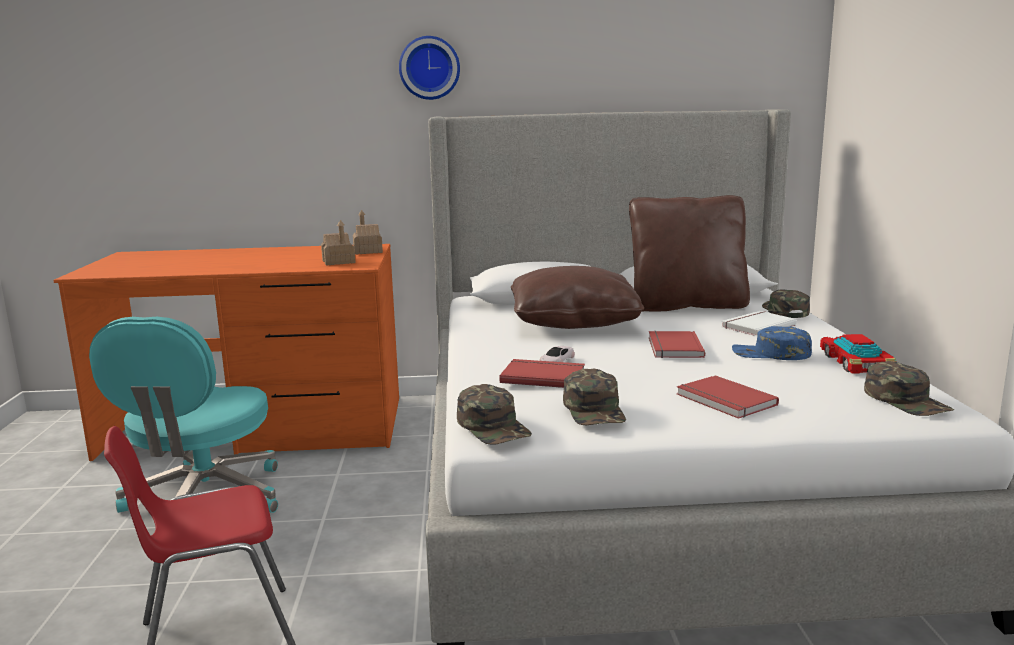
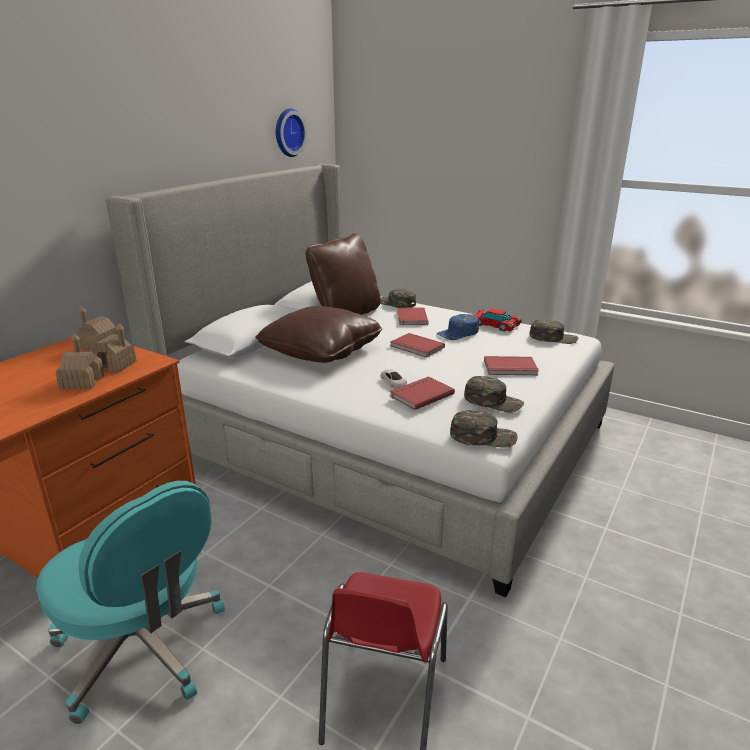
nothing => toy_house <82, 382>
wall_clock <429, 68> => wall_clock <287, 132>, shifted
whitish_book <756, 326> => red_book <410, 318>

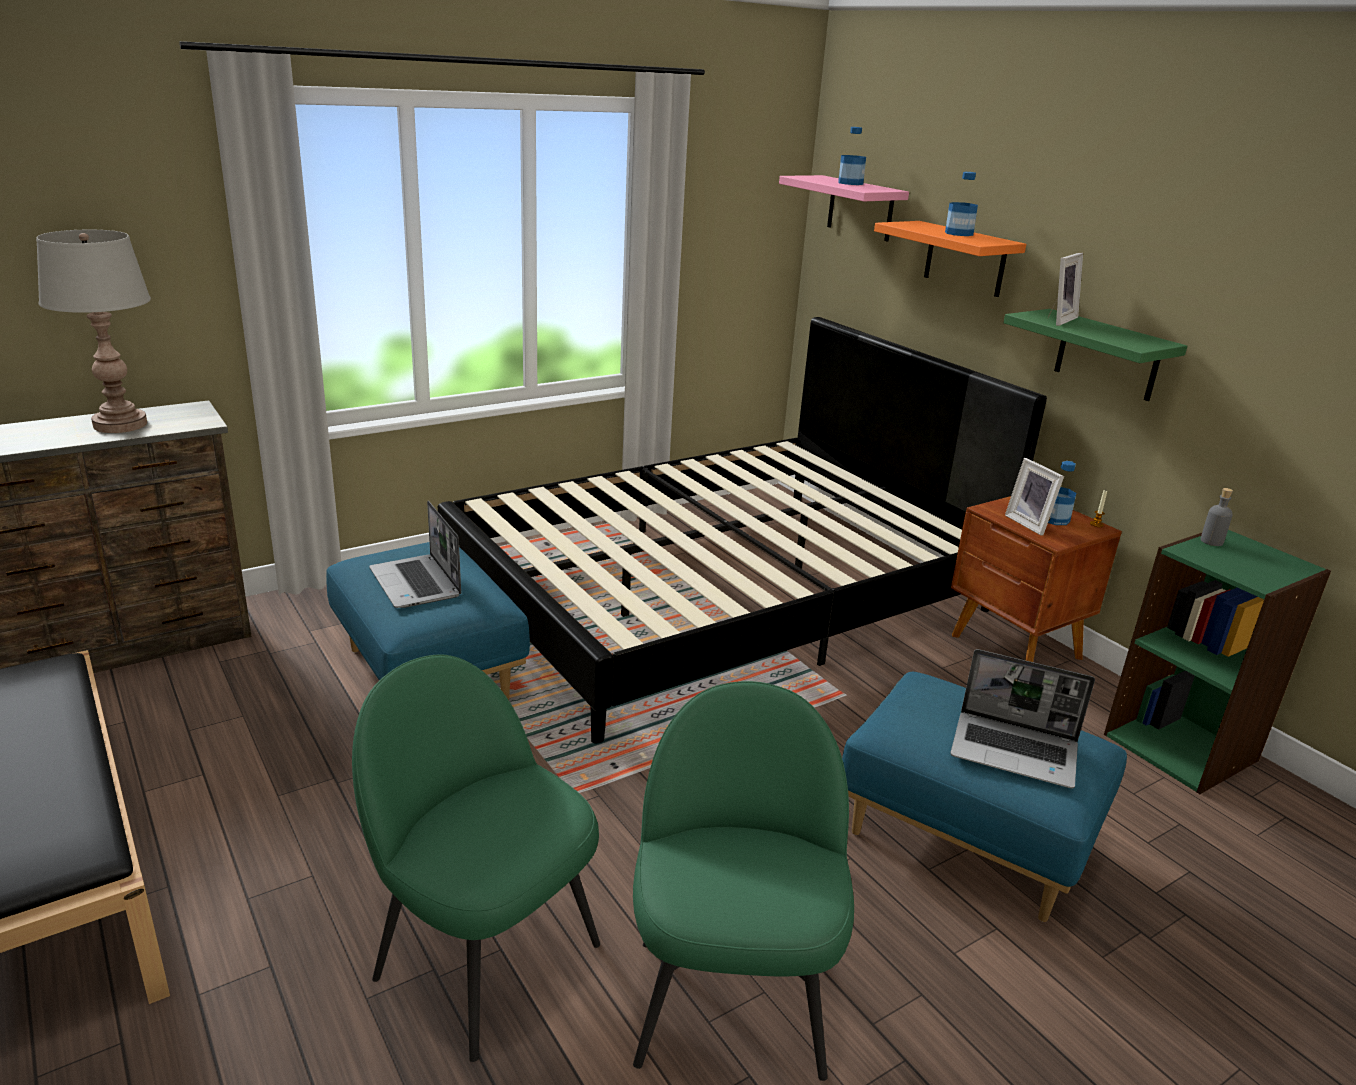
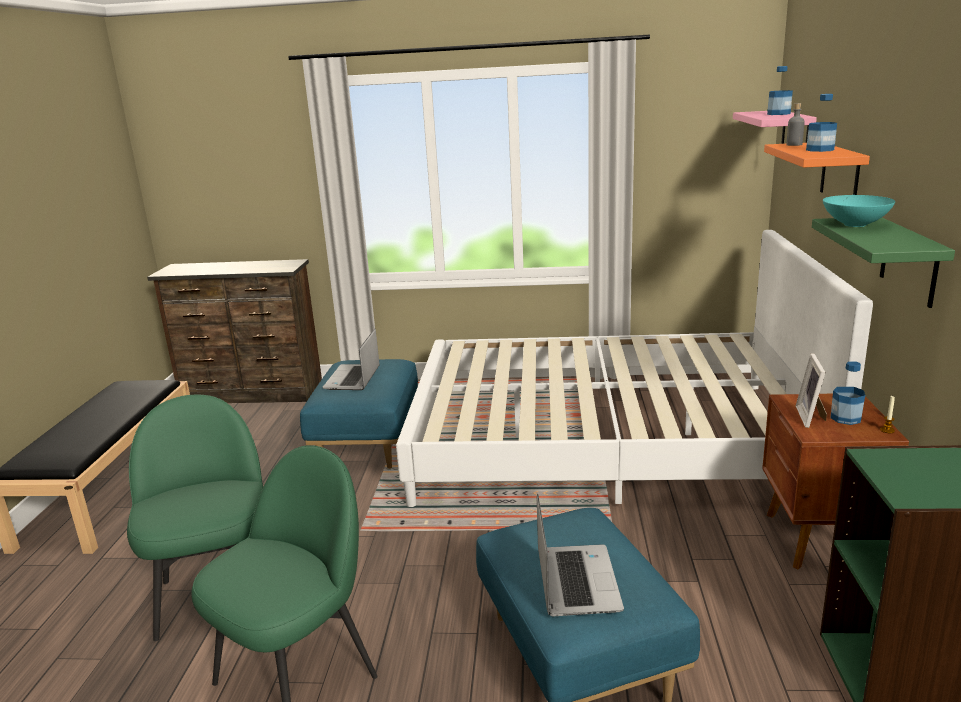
grey_lamp_for_a_table <120, 425> => nothing
grey_bottle <1211, 541> => grey_bottle <794, 145>, shifted
photo_frame <1057, 320> => turquoise-coloured_bowl <855, 224>
black_bed <722, 595> => whitish_bed <606, 440>
laptop <1015, 751> => laptop <575, 581>, 150 degrees counterclockwise

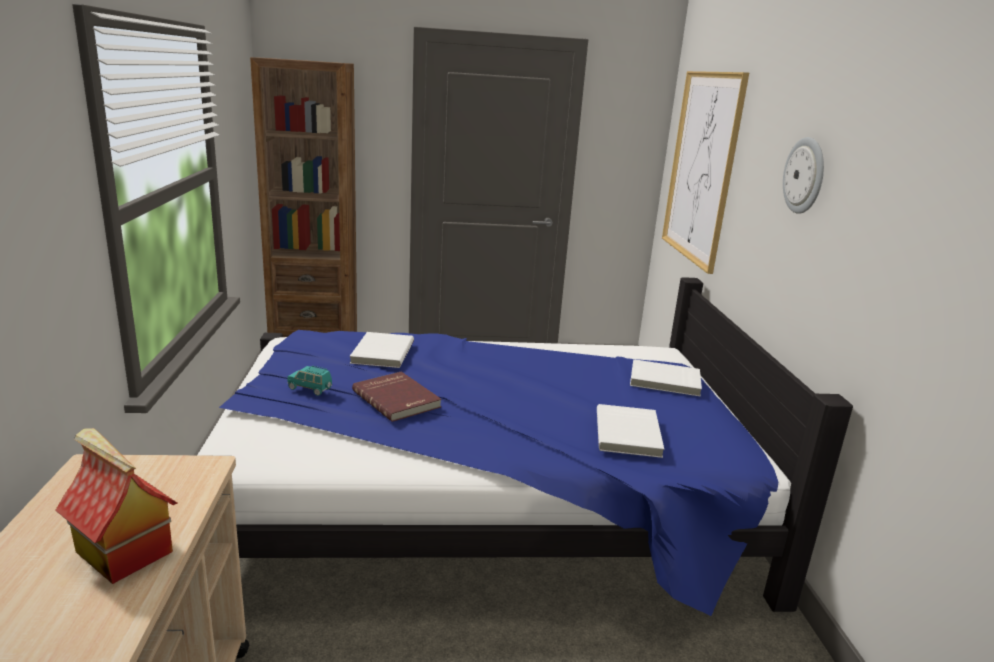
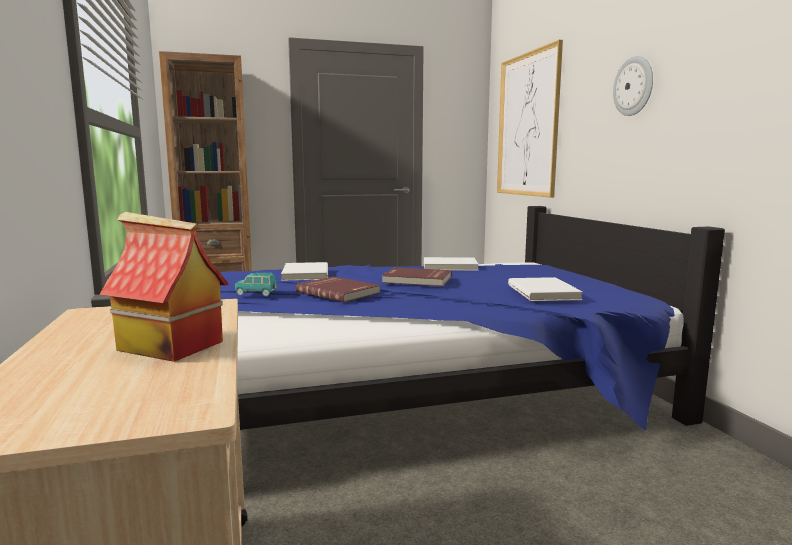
nothing => red_book <417, 280>
whitish_book <664, 381> => whitish_book <450, 266>, shifted

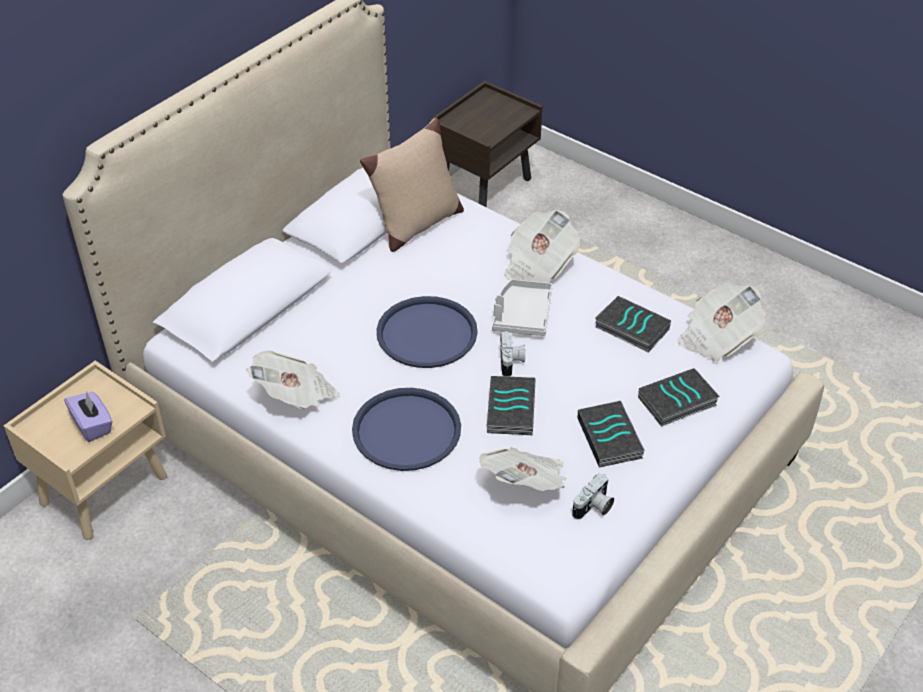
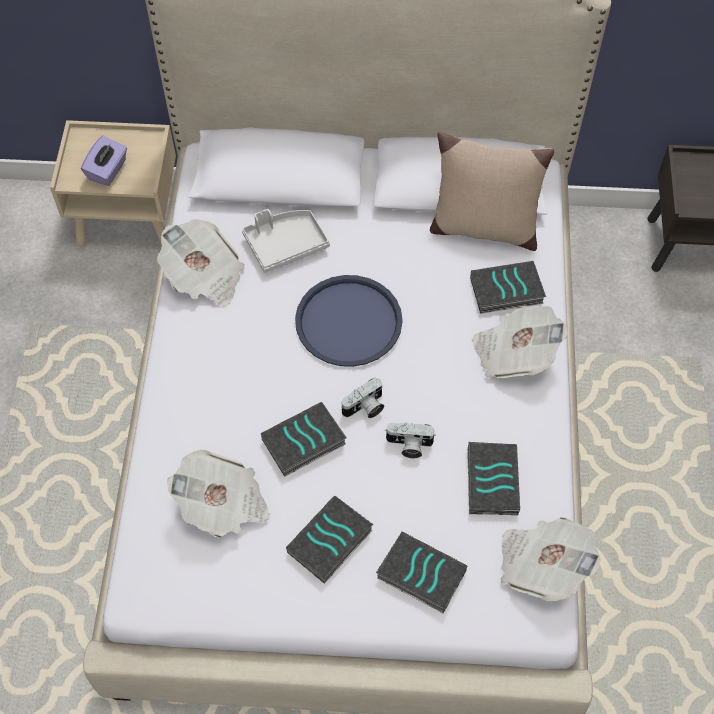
blue-coloured_tray <406, 430> => nothing
nothing => book <505, 292>
grey_tray <522, 315> => grey_tray <285, 244>, shifted
still_camera <594, 508> => still_camera <409, 445>, shifted

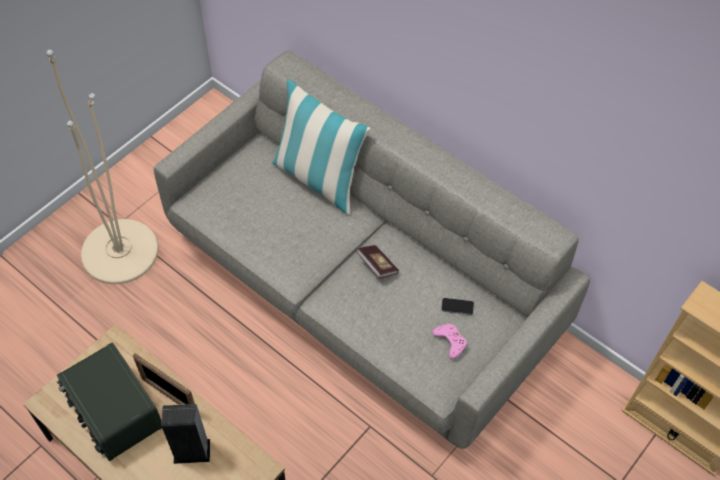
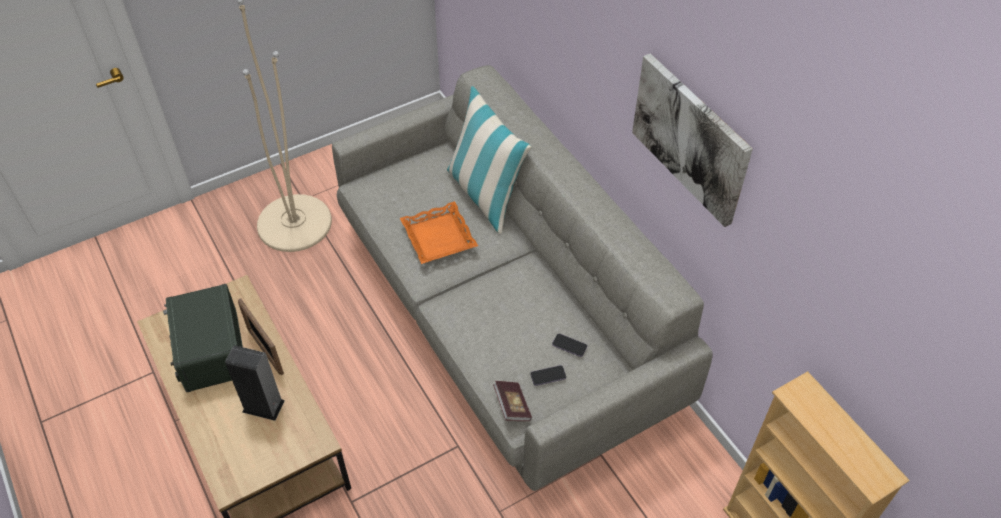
nothing => orange-coloured_tray <438, 237>
nothing => wall_art <690, 138>
book <377, 266> => book <512, 406>, shifted
pink_joypad <450, 341> => phone <548, 376>

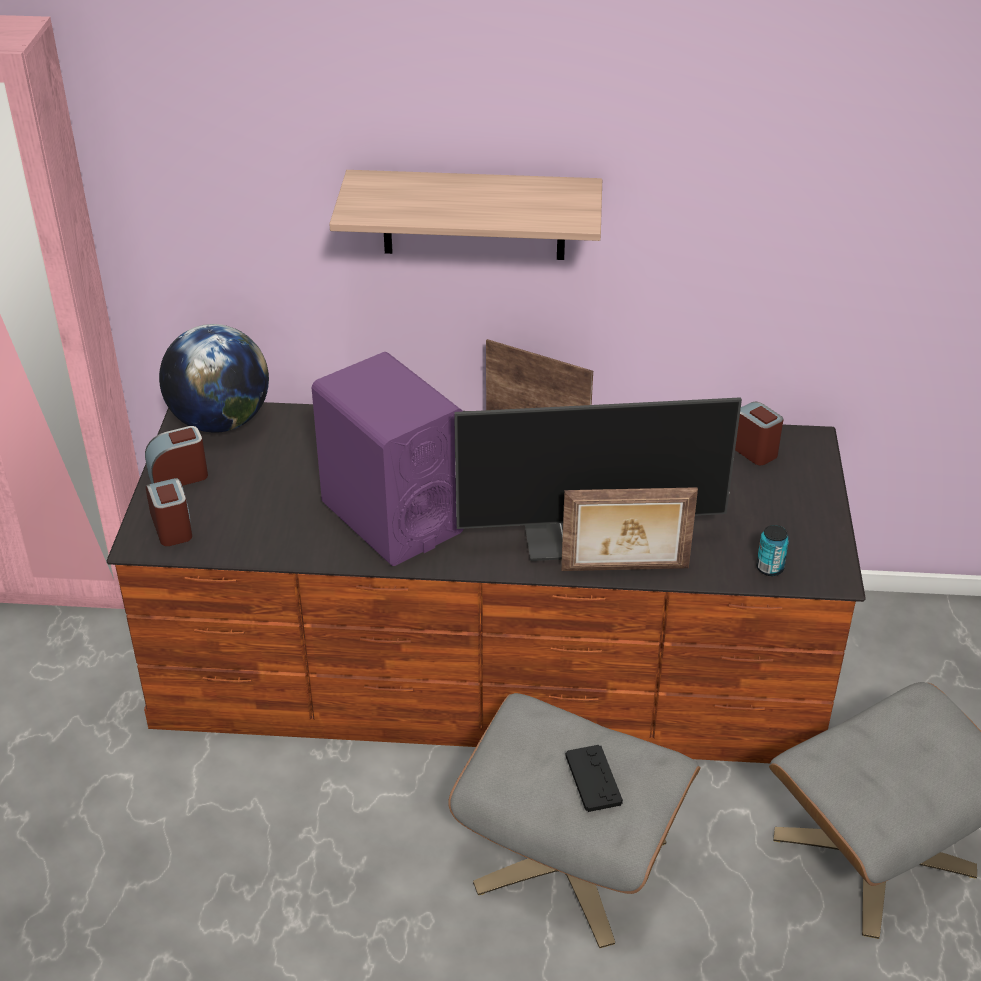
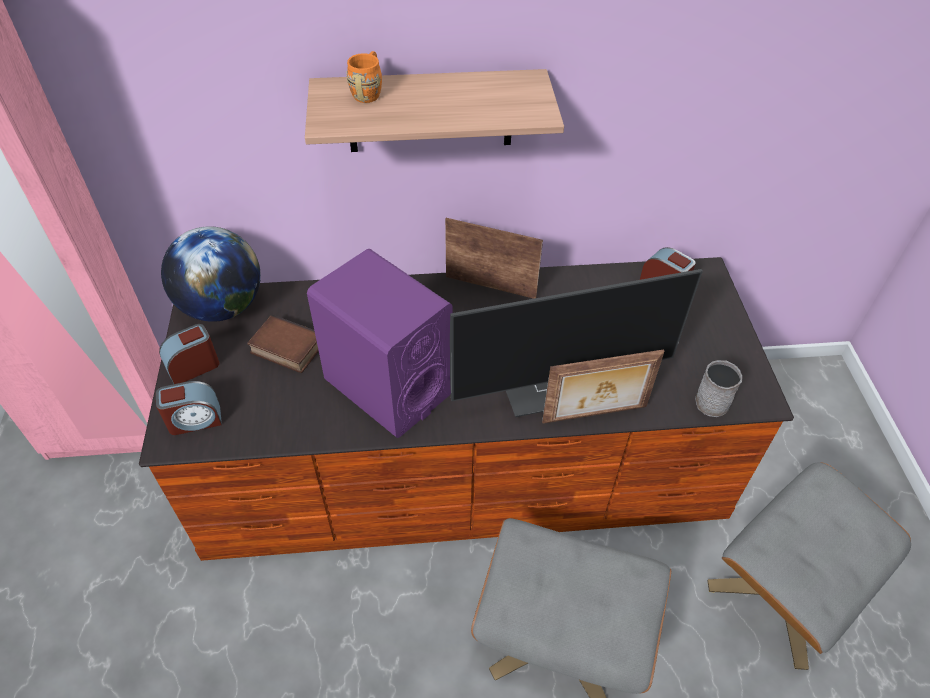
black_joypad <593, 779> => nothing
nothing => book <285, 349>
nothing => orange-coloured_mug <369, 91>
metal_can <769, 568> => grey_mug <711, 398>
alarm_clock <172, 526> => alarm_clock <194, 420>, 105 degrees clockwise

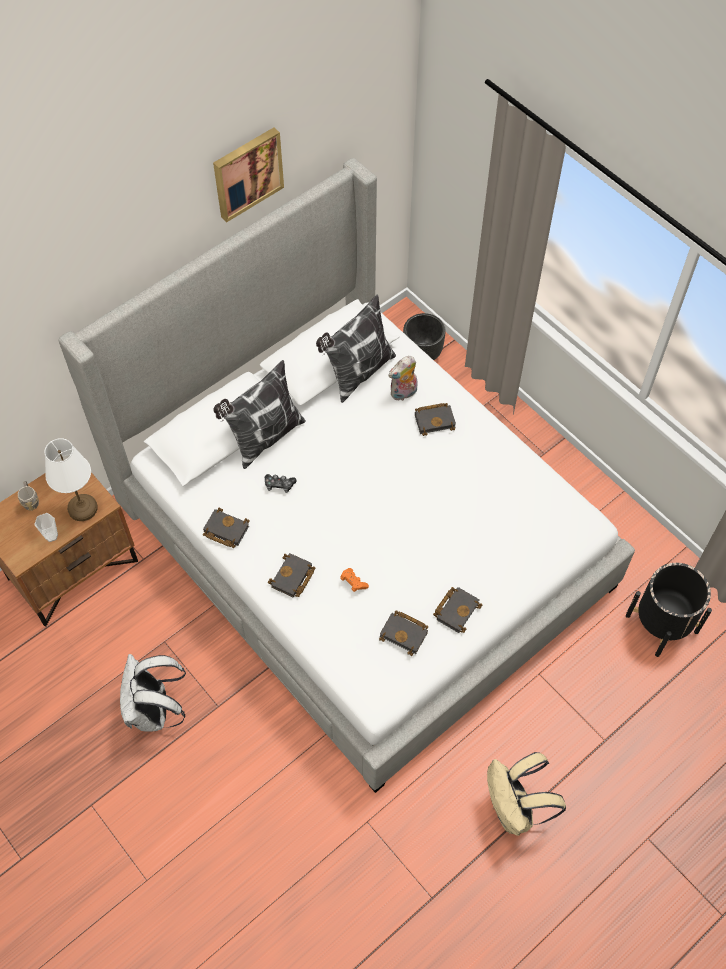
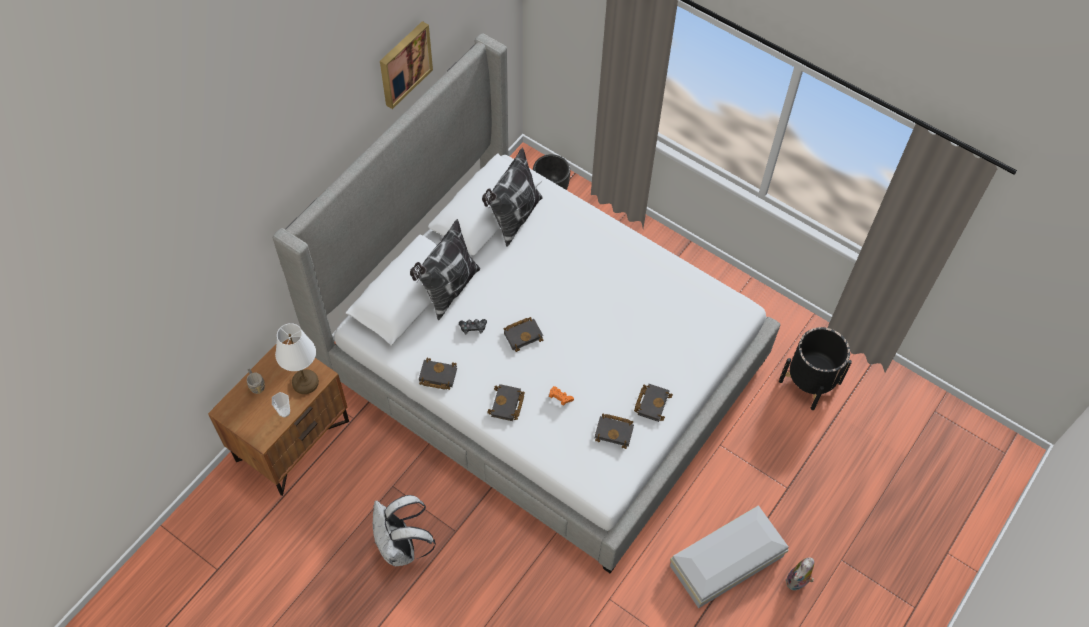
cuddly_toy <403, 393> => cuddly_toy <797, 582>, shifted
black_book <435, 420> => black_book <523, 334>, shifted
sand-coloured_rucksack <514, 810> => whitish_storage_bin <728, 561>

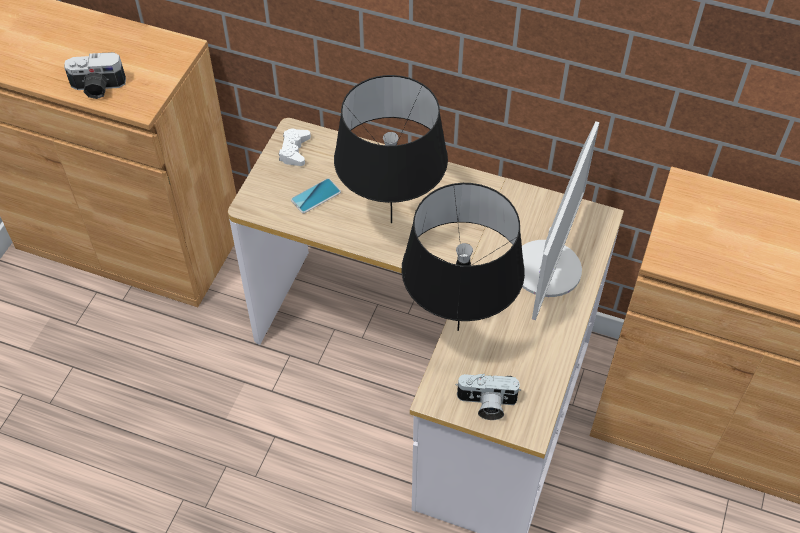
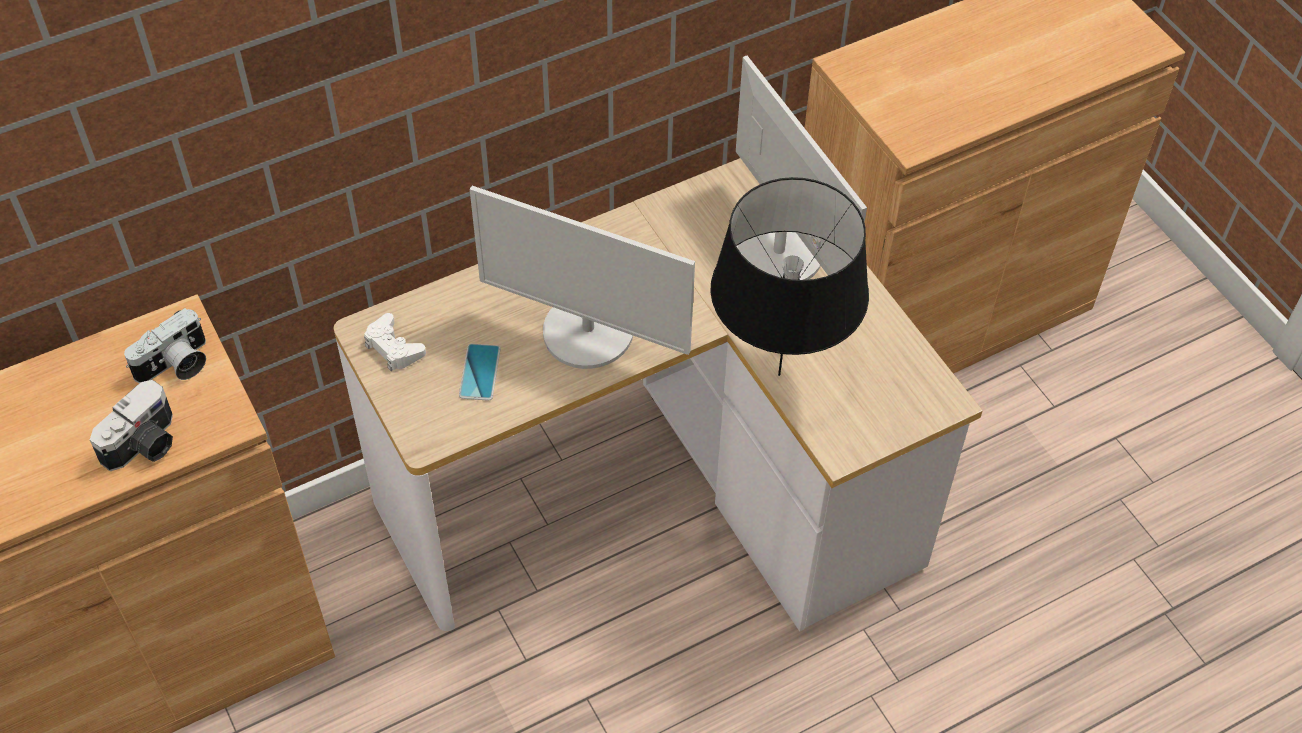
still_camera <486, 404> => still_camera <176, 365>, shifted
black_lamp_for_a_table <392, 222> => computer_screen <588, 332>

